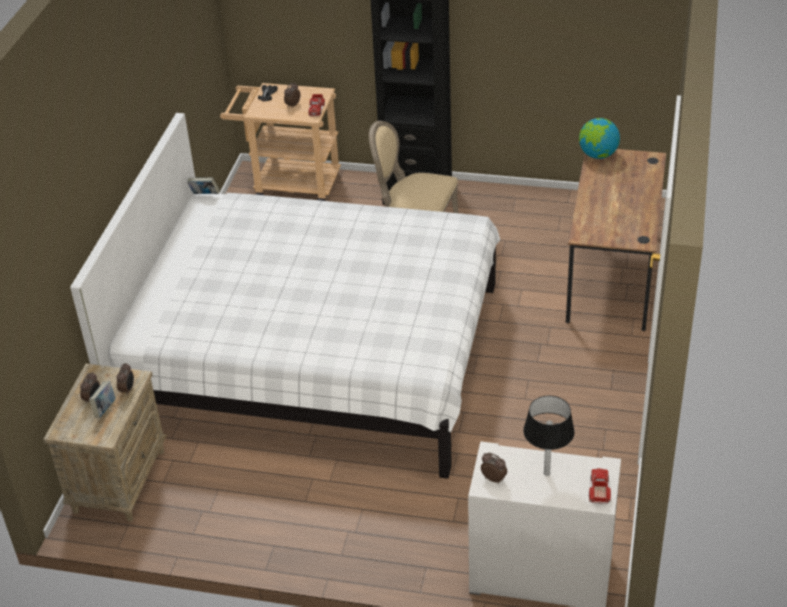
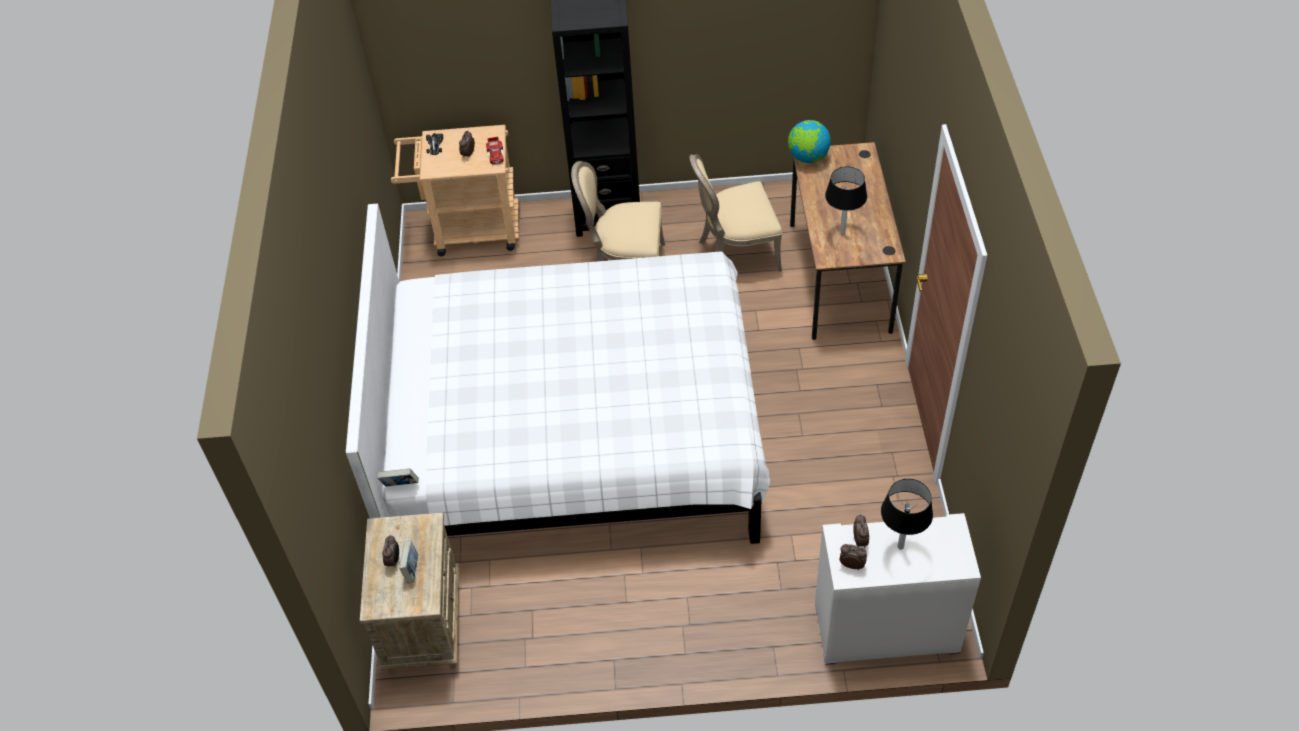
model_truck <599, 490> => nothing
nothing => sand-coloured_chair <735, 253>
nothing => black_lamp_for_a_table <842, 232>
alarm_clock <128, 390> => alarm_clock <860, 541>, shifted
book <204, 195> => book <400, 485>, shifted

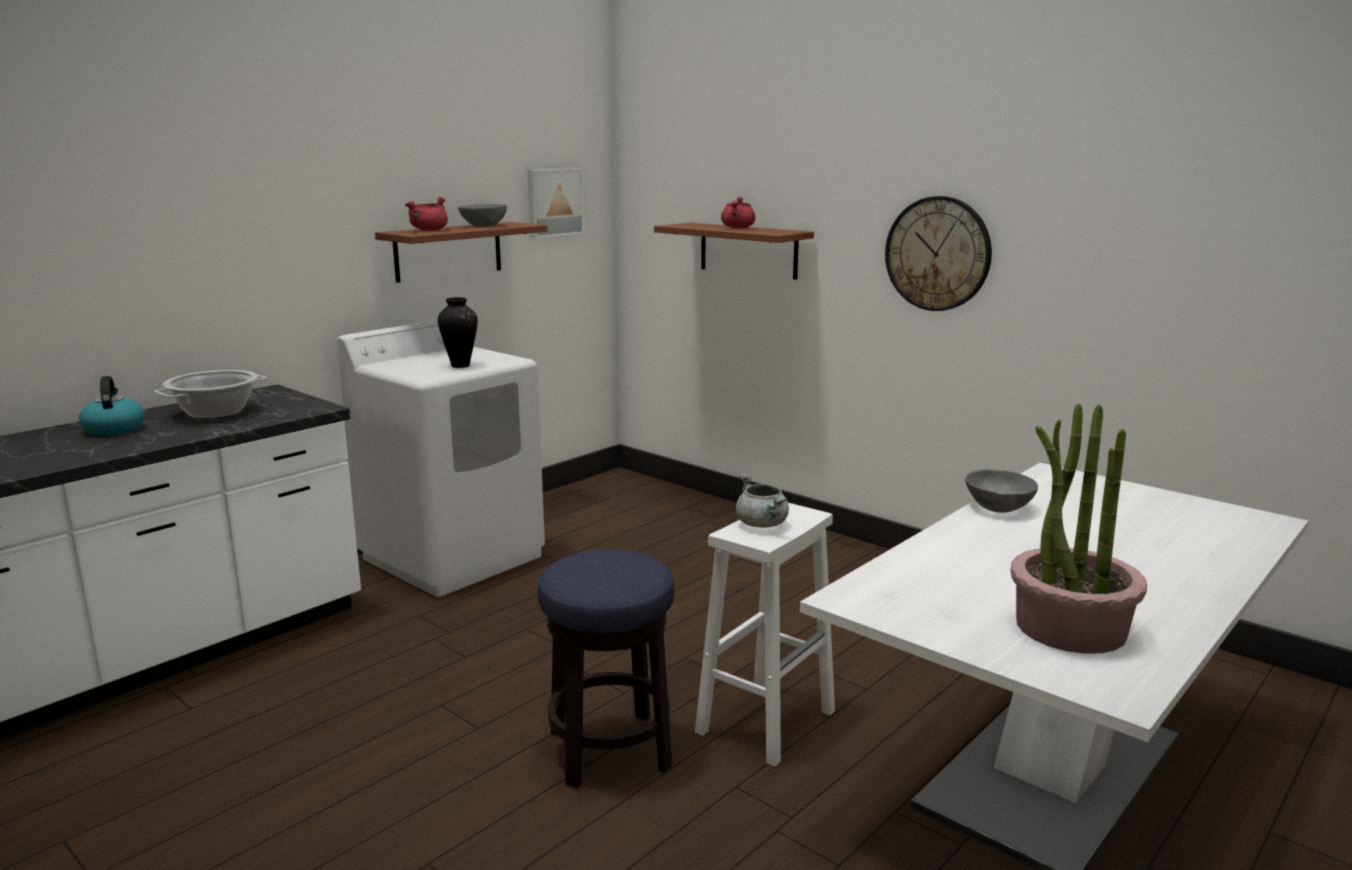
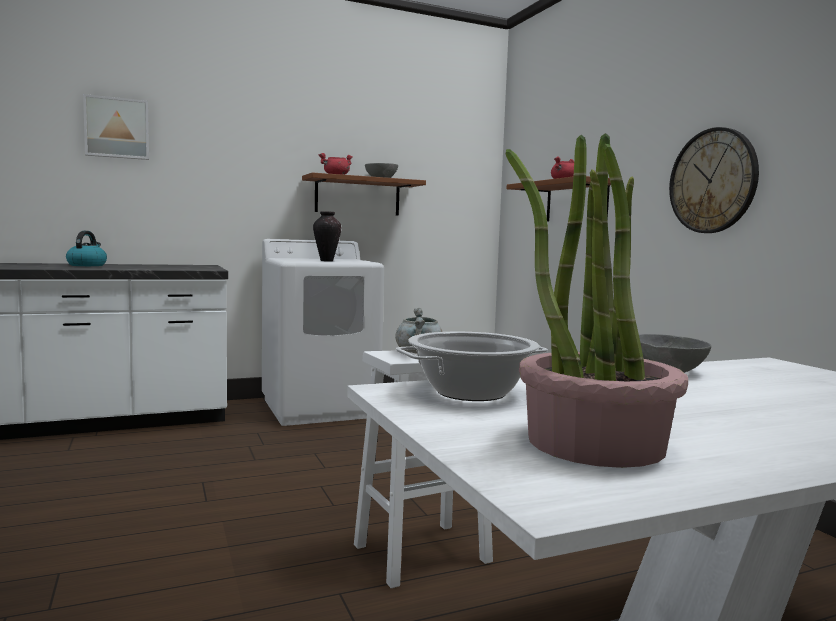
sitting_stool <610, 750> => nothing
cooking_pot <216, 412> => cooking_pot <471, 392>, shifted
wall_art <554, 202> => wall_art <117, 128>, shifted

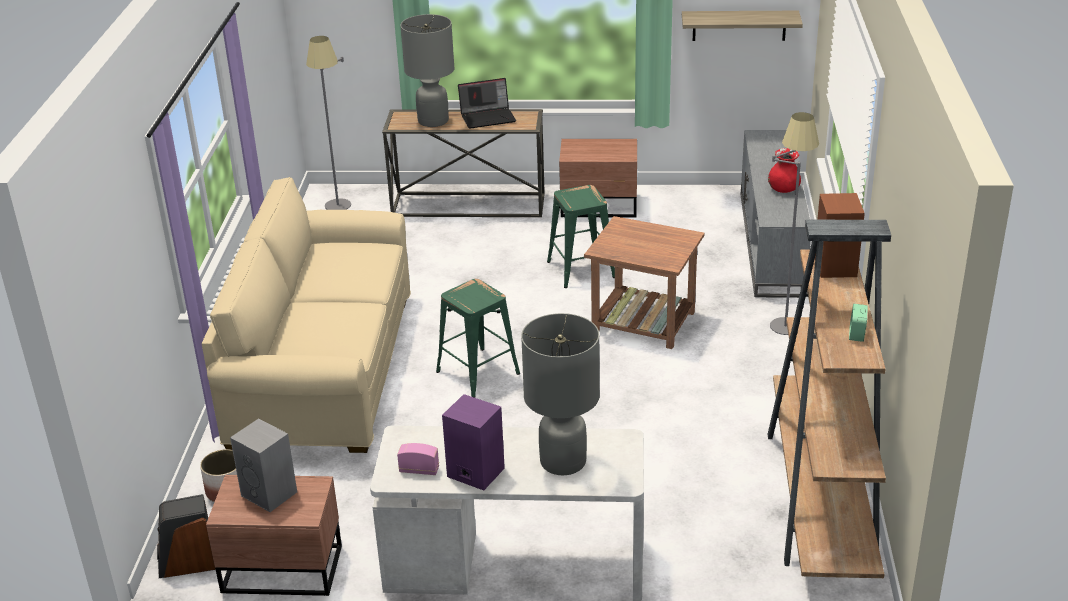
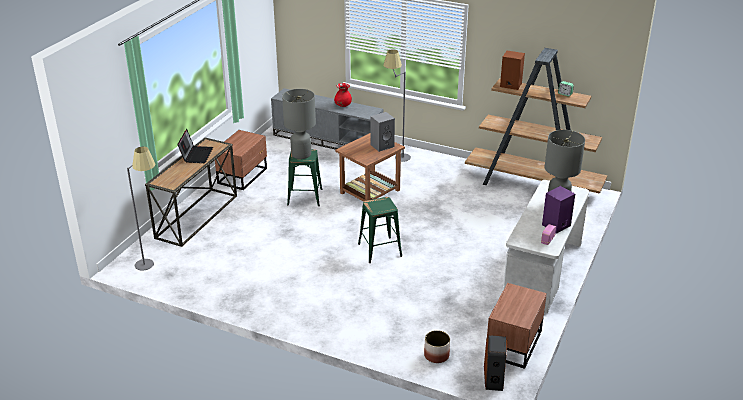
sand-coloured_couch <324, 369> => nothing
bracket_shelf <739, 25> => nothing
grey_speaker <271, 494> => grey_speaker <382, 145>, shifted
grey_lamp_for_a_table <433, 121> => grey_lamp_for_a_table <301, 154>, shifted

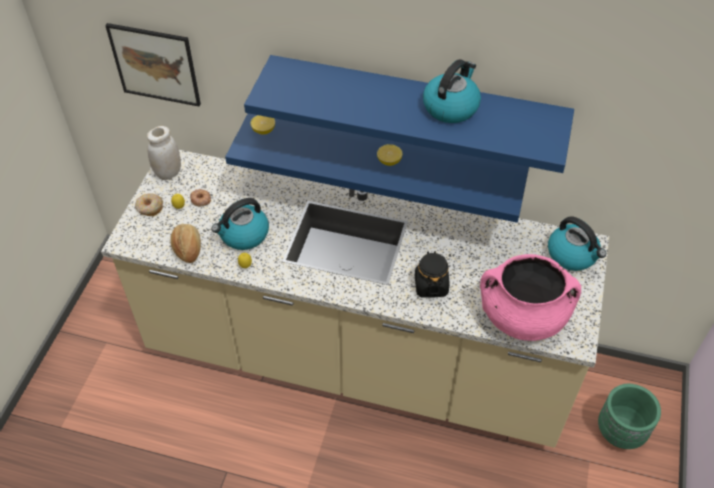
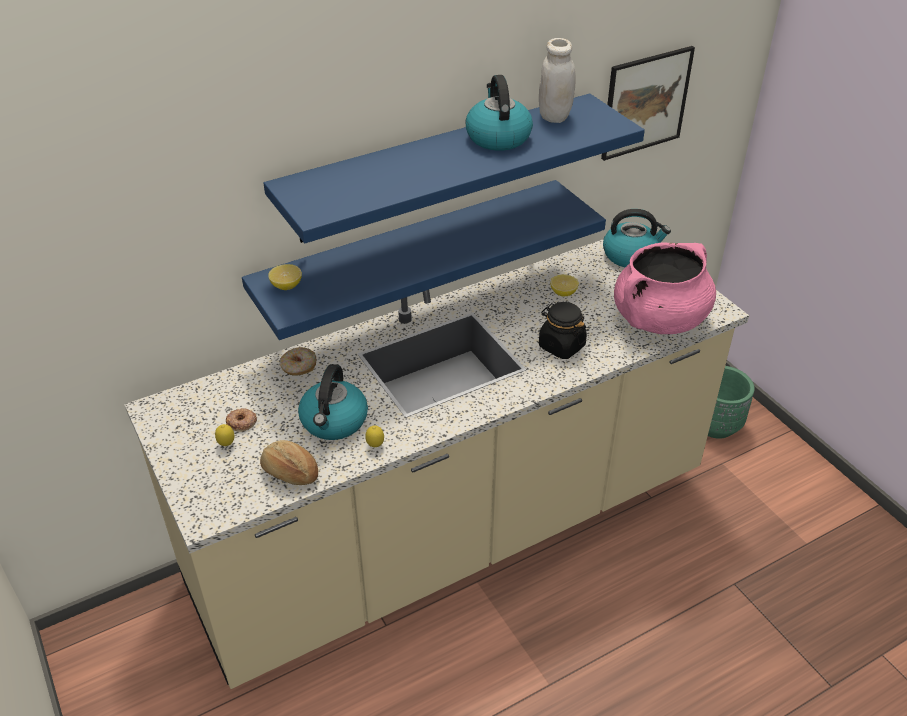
wall_art <155, 64> => wall_art <645, 103>, shifted
doughnut <149, 208> => doughnut <298, 367>, shifted
whitish_jar <168, 173> => whitish_jar <554, 116>, shifted
citrus_fruit <389, 161> => citrus_fruit <563, 293>, shifted

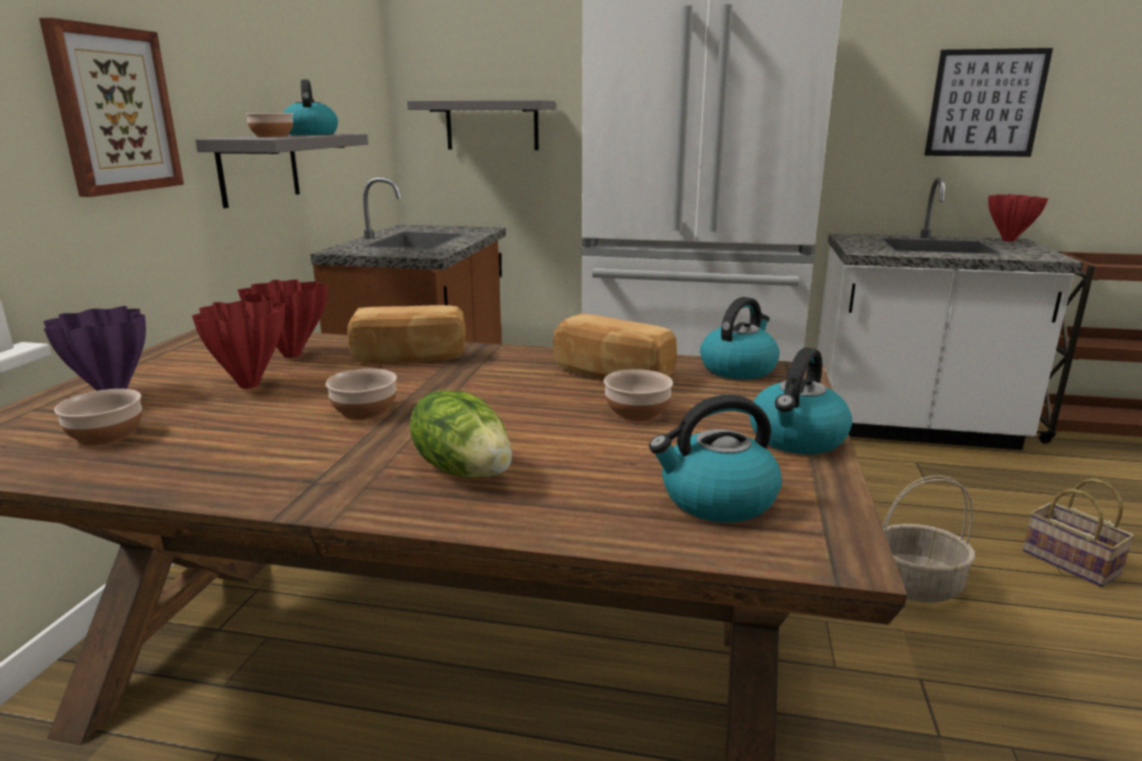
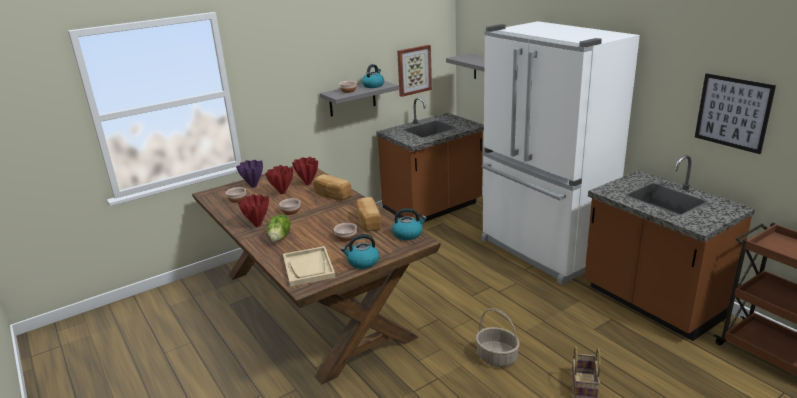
wall_art <114, 110> => wall_art <414, 70>, shifted
red_decorative_vase <1007, 240> => red_decorative_vase <257, 225>, shifted
tea_kettle <716, 500> => sand-coloured_tray <308, 267>
whitish_kitchen_base_unit <911, 427> => brown_kitchen_base_unit <651, 303>

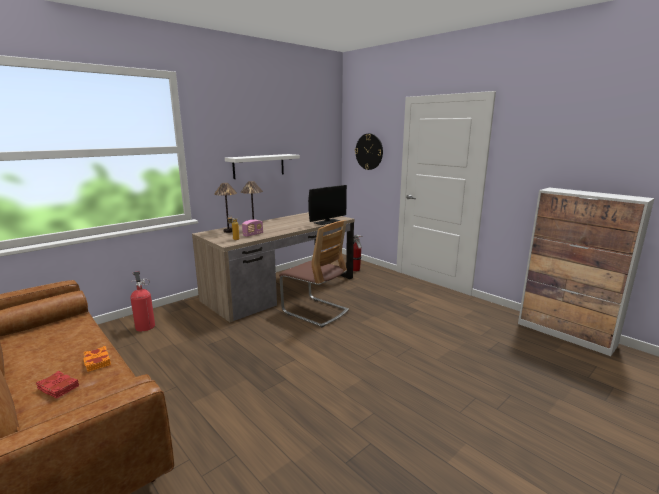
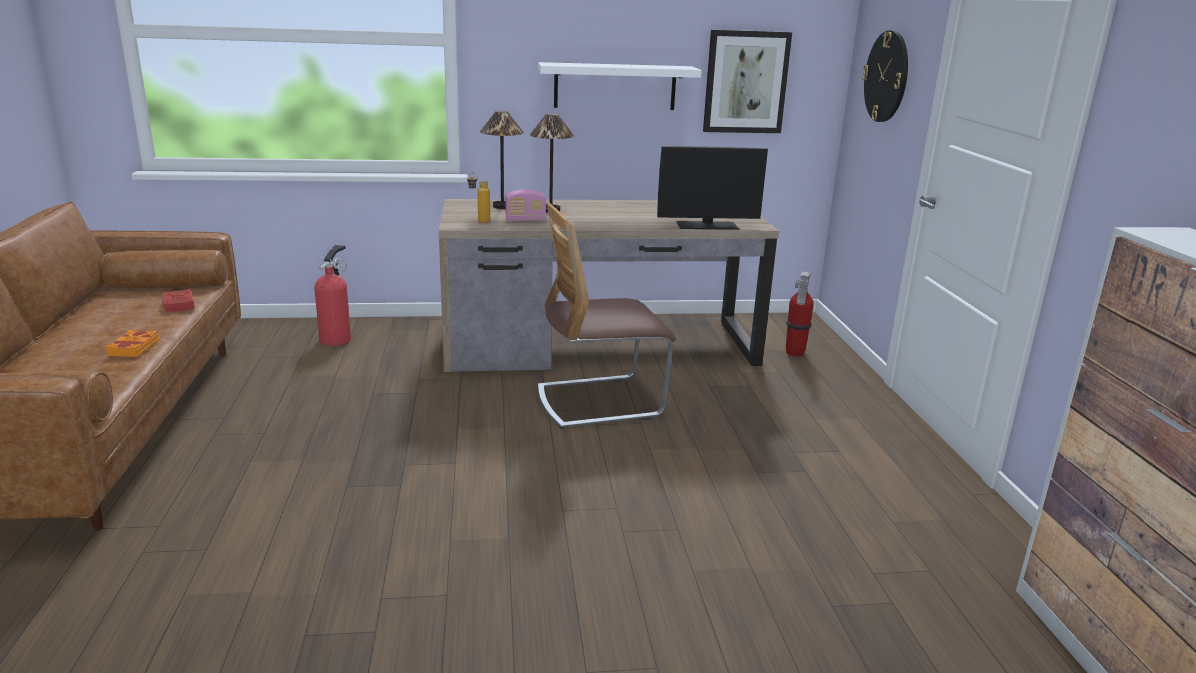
nothing => wall_art <745, 82>
red_book <58, 388> => red_book <178, 305>, shifted
chair <315, 311> => chair <599, 402>, 90 degrees clockwise

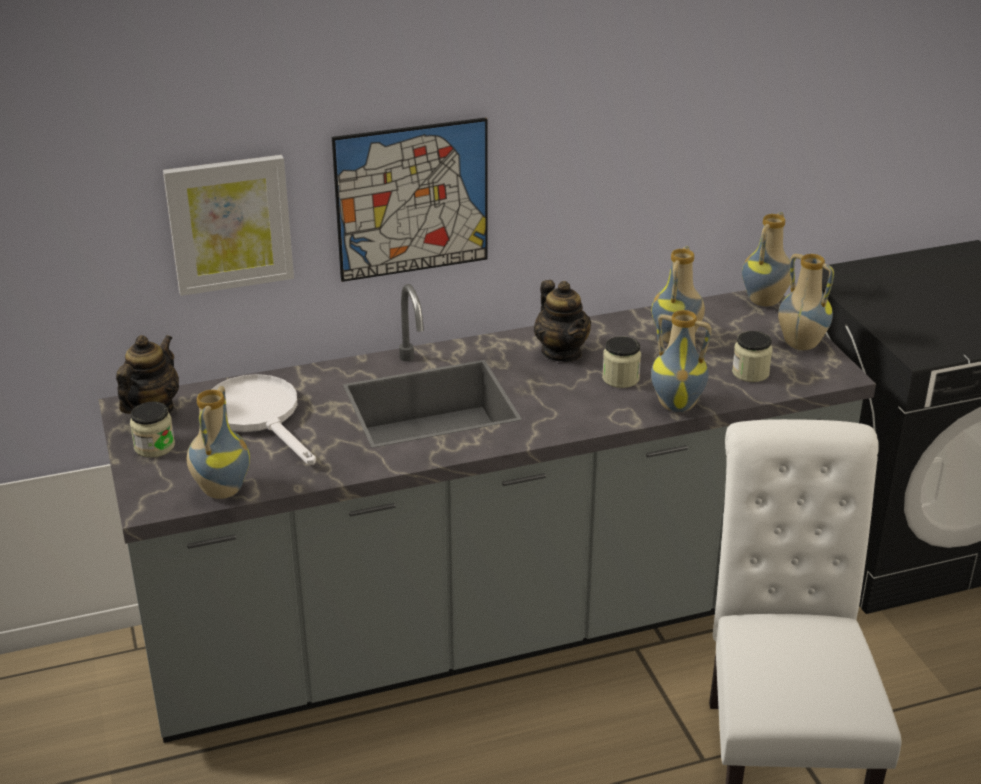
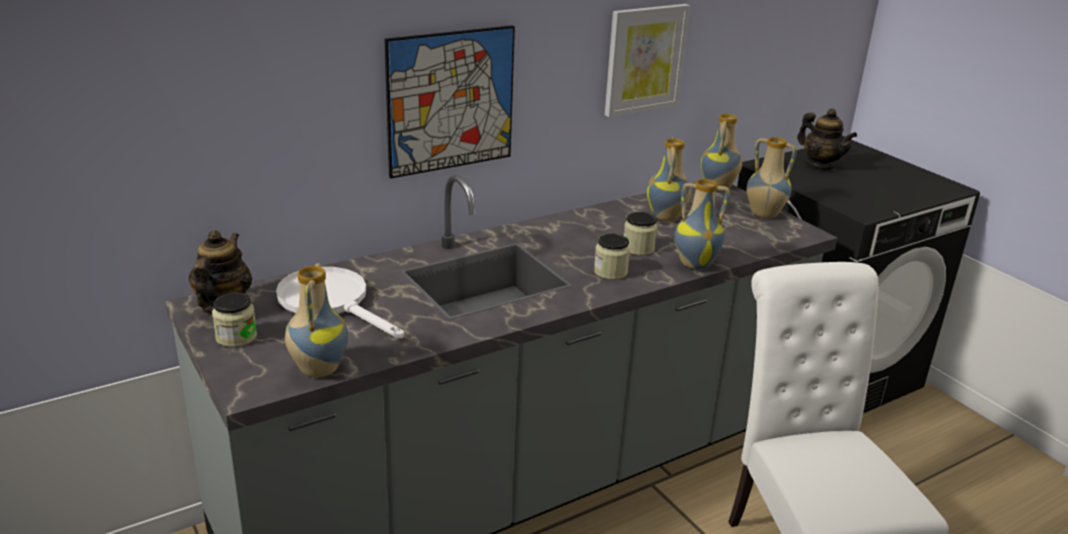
wall_art <229, 224> => wall_art <644, 59>, shifted
tea_pot <562, 352> => tea_pot <820, 165>, shifted
jar <750, 373> => jar <610, 272>, shifted

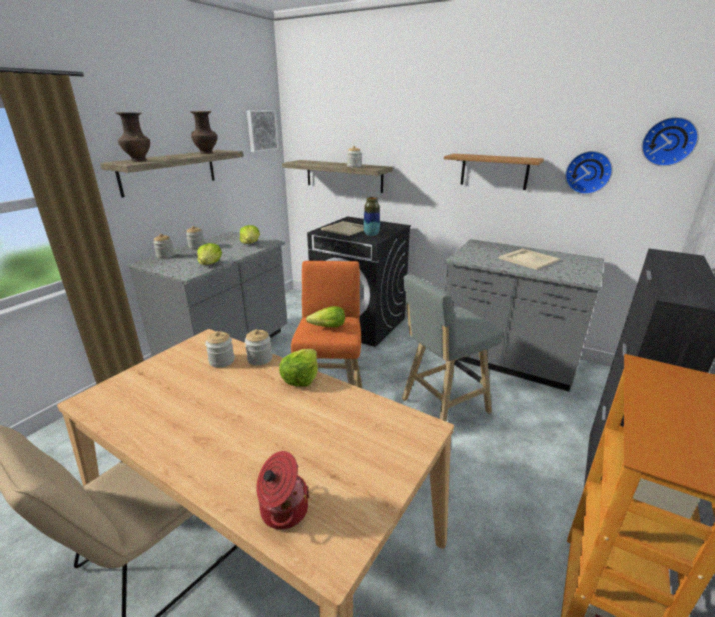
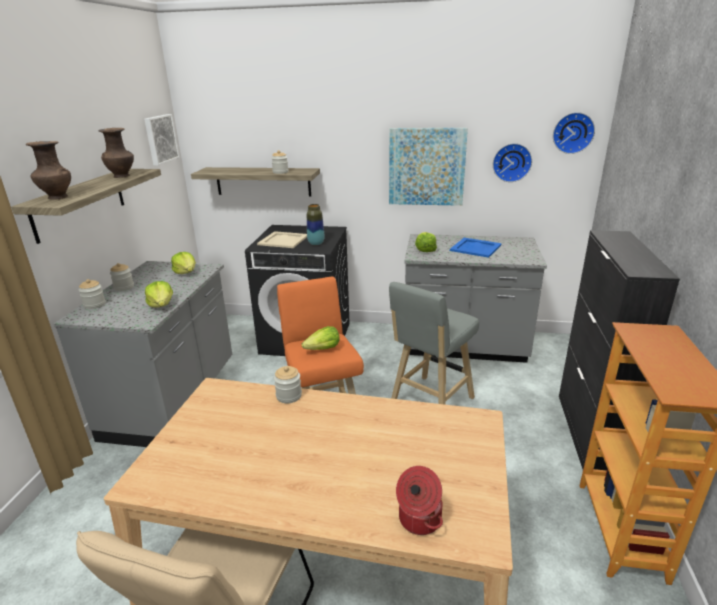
jar <222, 361> => nothing
head_of_lettuce <301, 378> => head_of_lettuce <425, 249>, shifted
bracket_shelf <494, 171> => wall_art <426, 167>
sand-coloured_tray <528, 259> => blue-coloured_tray <475, 247>

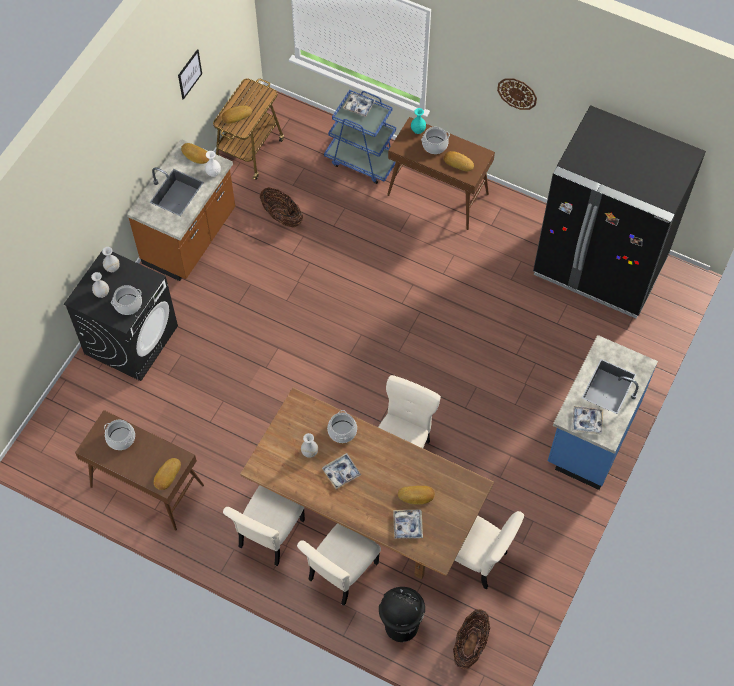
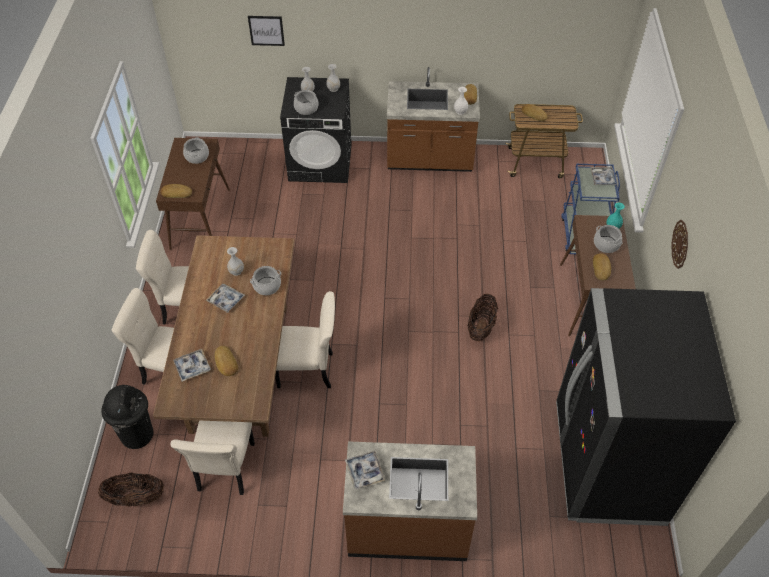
wall_art <189, 74> => wall_art <266, 30>, shifted
storage_basket <282, 216> => storage_basket <481, 327>, shifted
blue-coloured_kitchen_base_unit <591, 434> => brown_kitchen_base_unit <408, 526>

